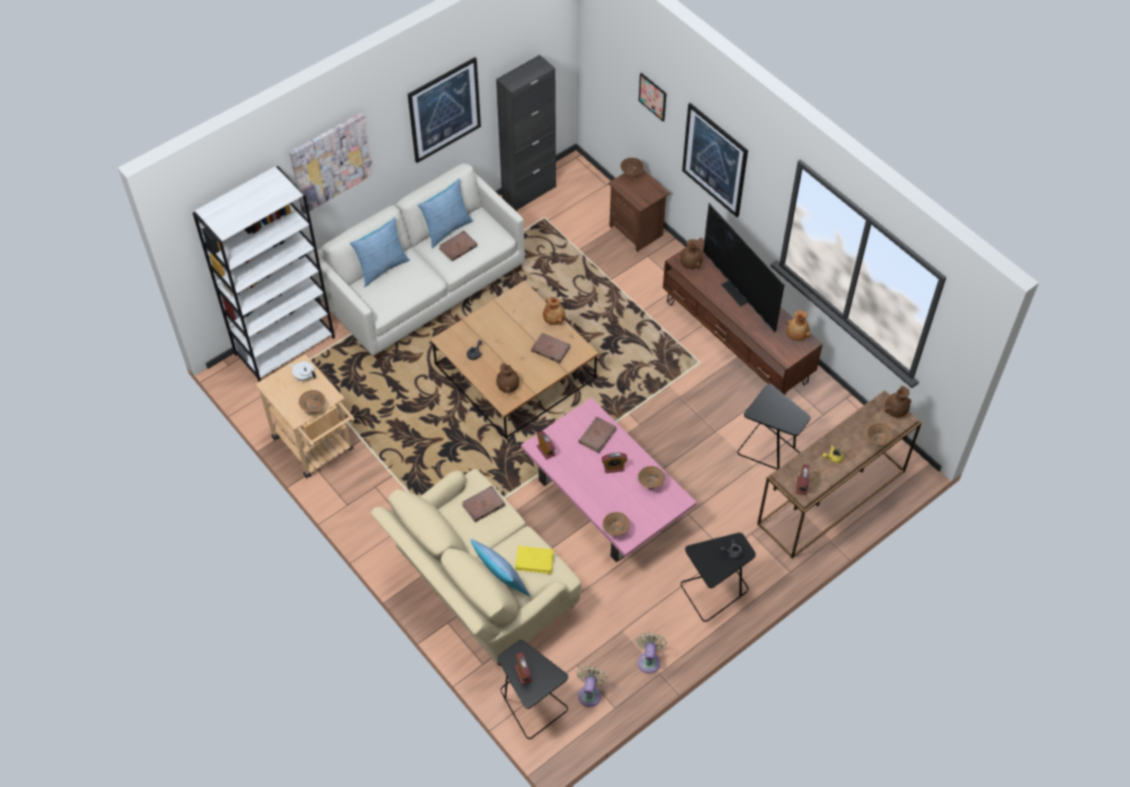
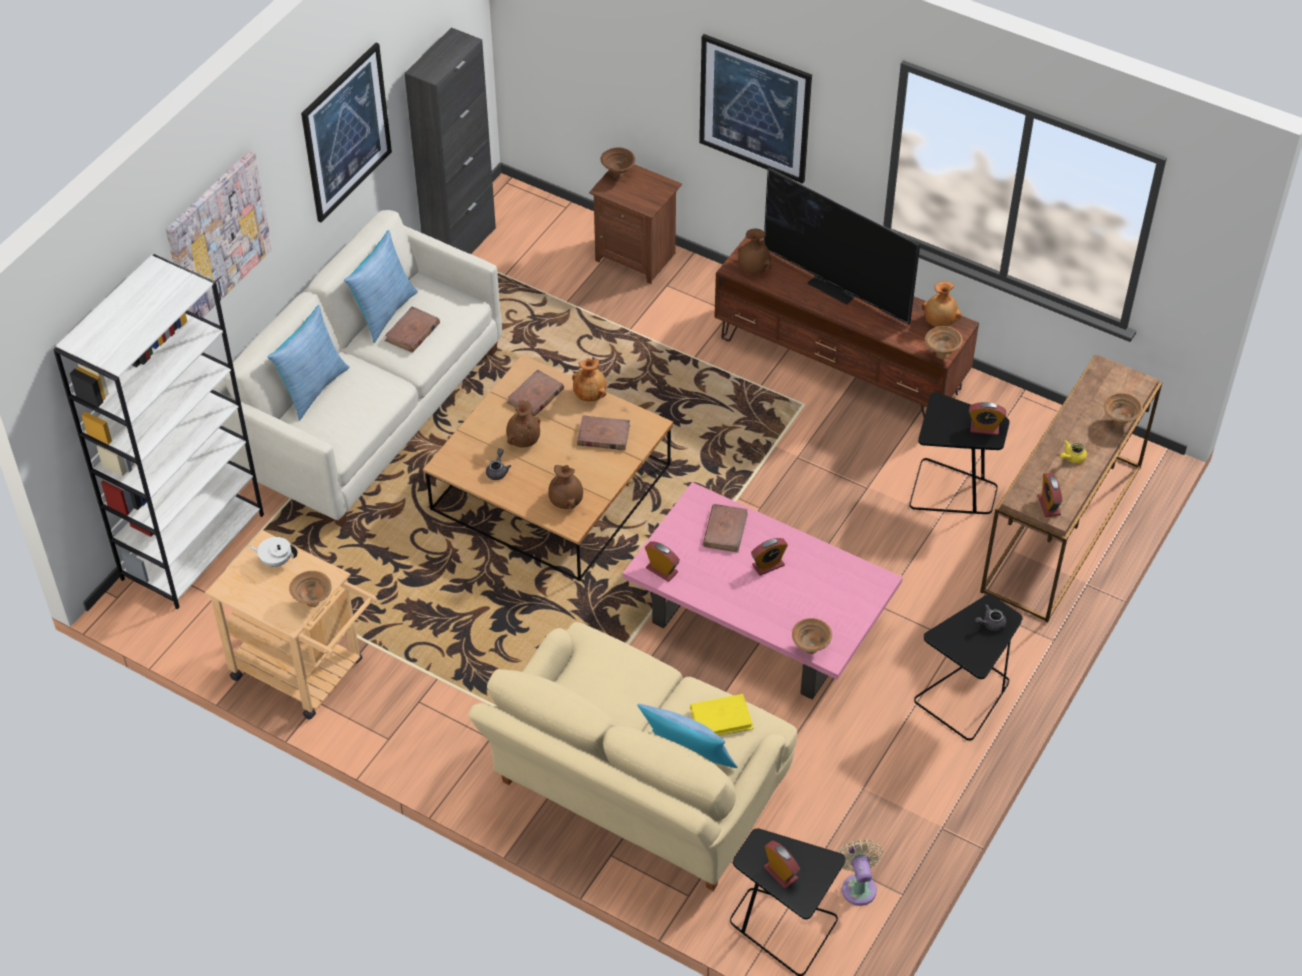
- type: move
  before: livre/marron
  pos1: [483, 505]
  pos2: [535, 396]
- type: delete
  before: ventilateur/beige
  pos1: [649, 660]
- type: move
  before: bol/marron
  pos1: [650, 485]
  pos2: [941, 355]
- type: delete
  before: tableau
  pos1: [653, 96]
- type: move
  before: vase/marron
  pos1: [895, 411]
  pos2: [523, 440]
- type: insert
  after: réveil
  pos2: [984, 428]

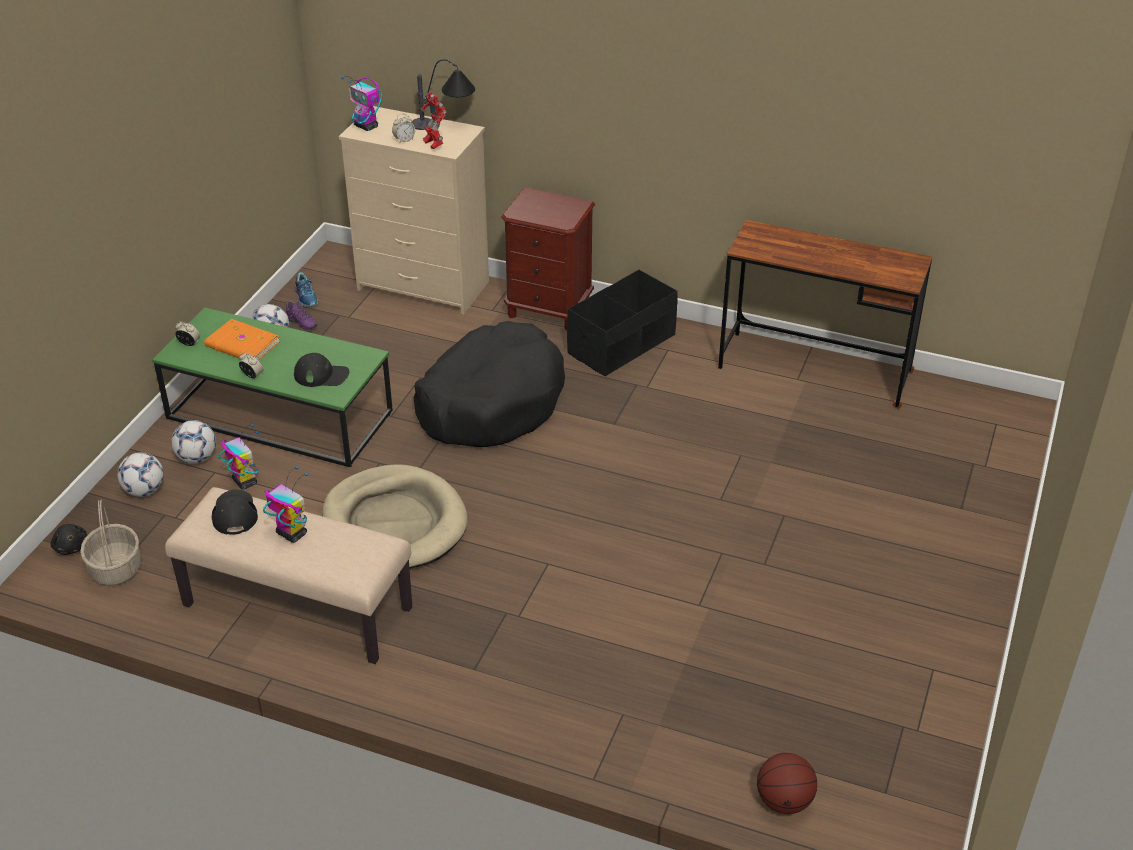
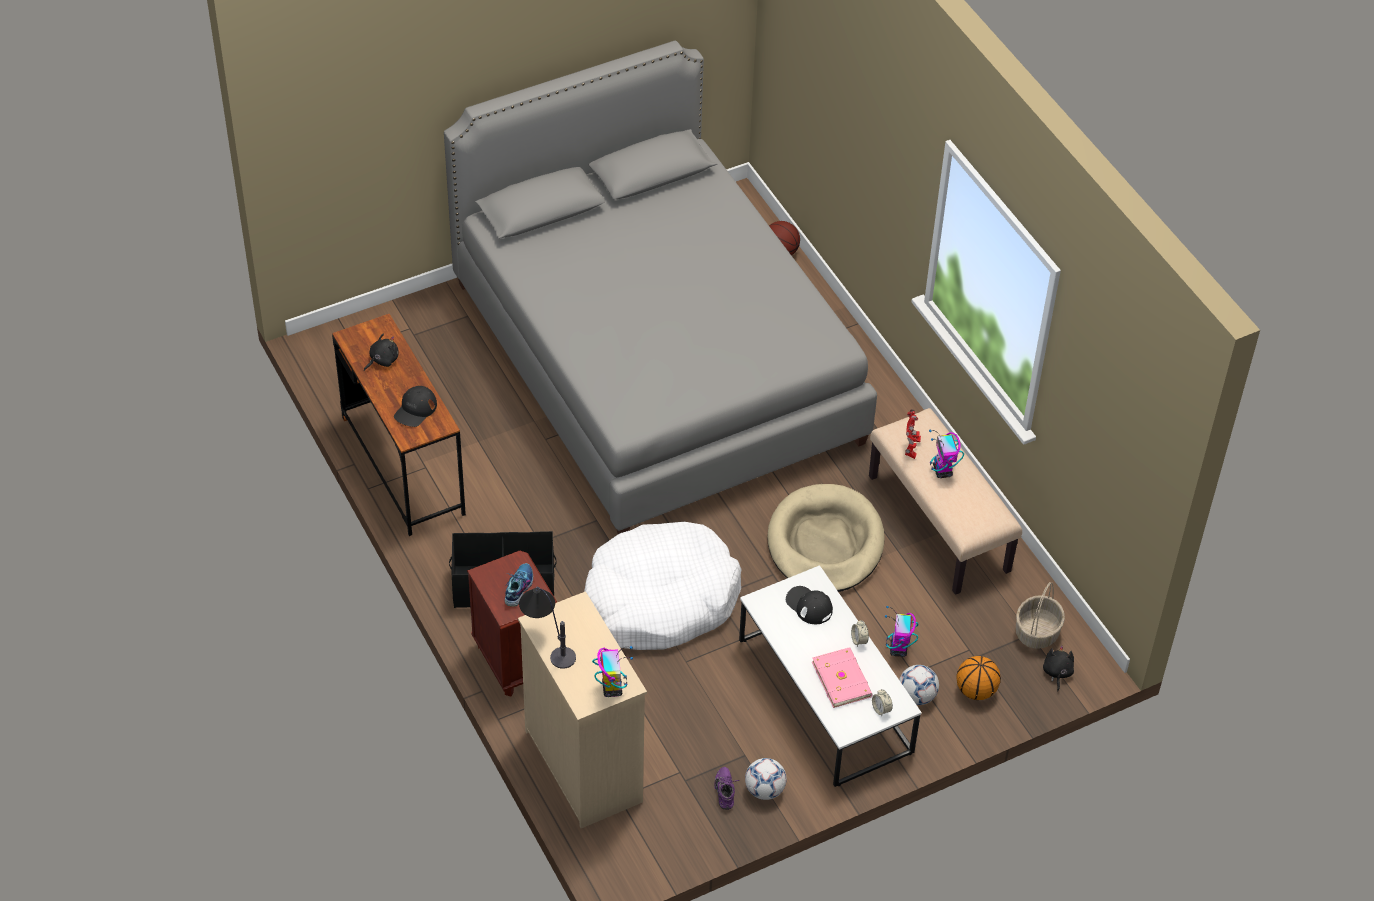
- type: replace
  before: ballon de foot
  after: ballon de basket
  pos1: [144, 491]
  pos2: [975, 690]
- type: recolor
  before: table basse/vert
  after: table basse/blanc
  pos1: [280, 415]
  pos2: [824, 696]
- type: recolor
  before: livre/orange
  after: livre/rose
  pos1: [242, 345]
  pos2: [842, 679]
- type: move
  before: casquette/noir
  pos1: [234, 513]
  pos2: [415, 409]
- type: move
  before: chaussure
  pos1: [307, 297]
  pos2: [518, 587]
- type: delete
  before: réveil
  pos1: [404, 140]
- type: recolor
  before: panier pour chien/noir
  after: panier pour chien/blanc
  pos1: [491, 402]
  pos2: [660, 599]
- type: move
  before: robot jouet
  pos1: [433, 145]
  pos2: [911, 449]
- type: insert
  after: peluche/noir
  pos2: [382, 360]
- type: insert
  after: lit/gris
  pos2: [656, 362]

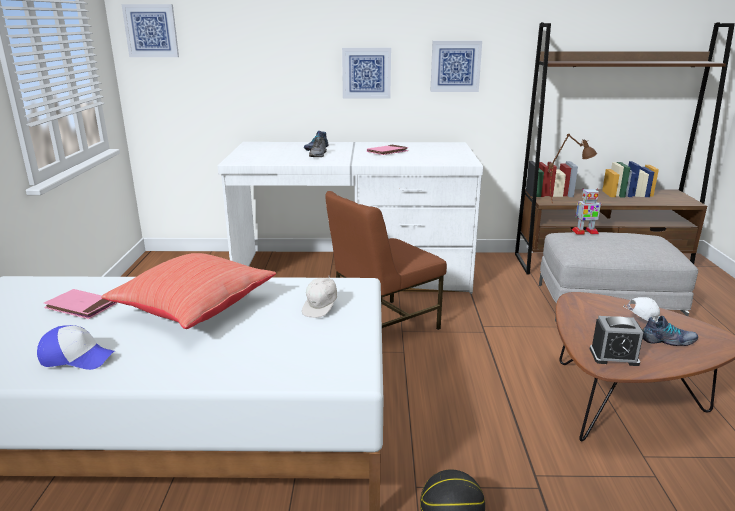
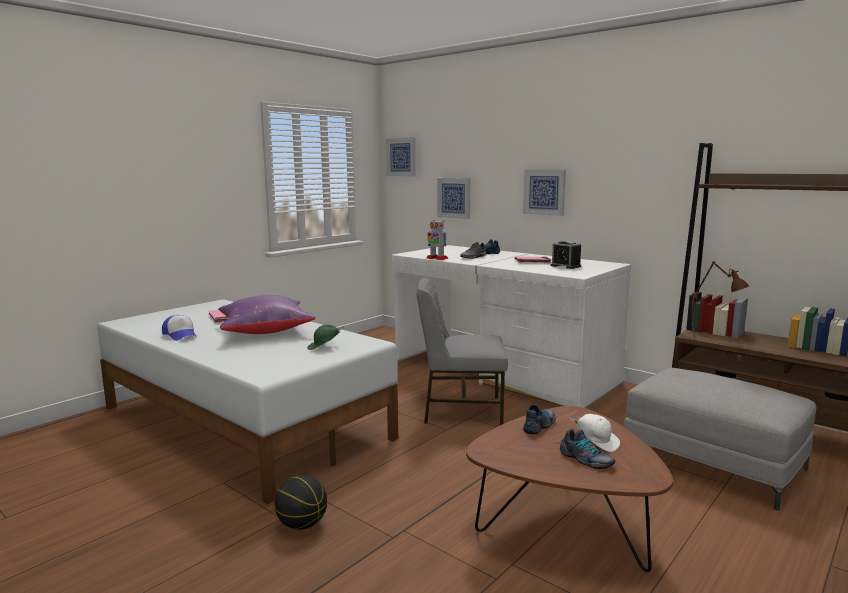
- type: recolor
  before: coussin/rouge
  after: coussin/violet
  pos1: [194, 308]
  pos2: [265, 331]
- type: recolor
  before: casquette/blanc
  after: casquette/vert
  pos1: [321, 308]
  pos2: [324, 347]
- type: recolor
  before: chaise/marron
  after: chaise/gris
  pos1: [383, 326]
  pos2: [461, 410]
- type: move
  before: tableau
  pos1: [455, 66]
  pos2: [454, 198]
- type: move
  before: robot jouet
  pos1: [584, 232]
  pos2: [436, 258]
- type: move
  before: réveil
  pos1: [614, 356]
  pos2: [565, 266]
- type: insert
  after: chaussure
  pos2: [540, 425]

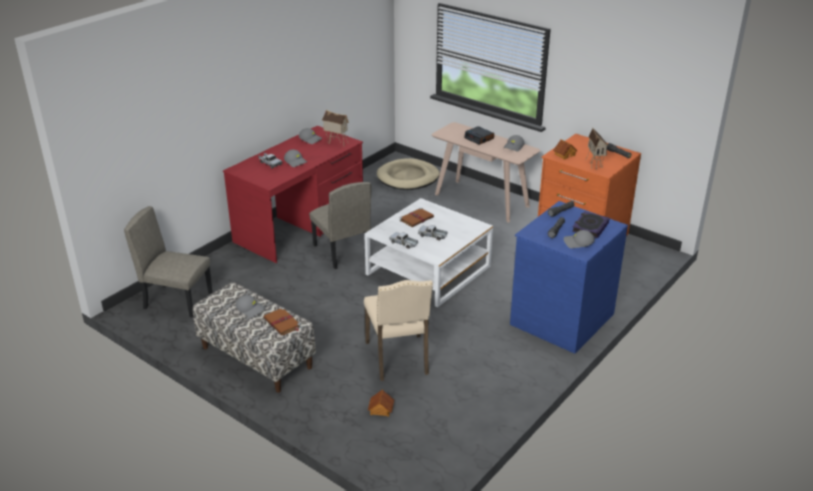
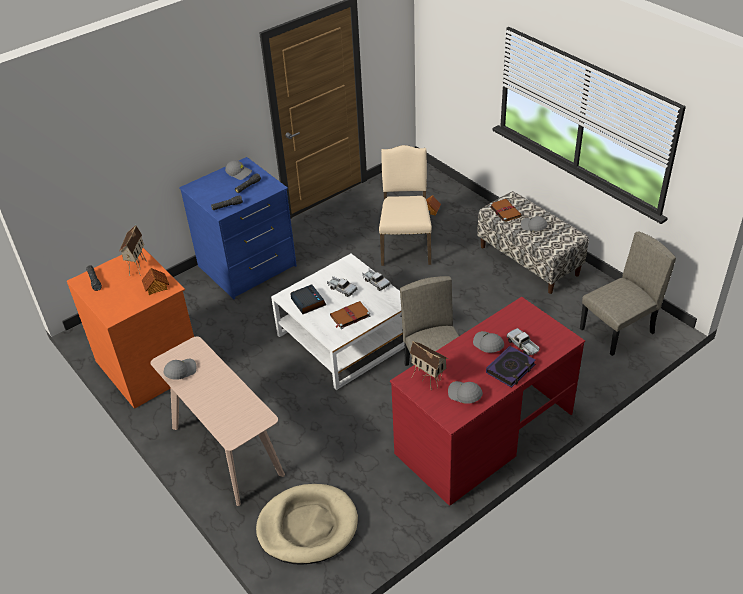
- type: rotate
  before: chaise/beige
  pos1: [178, 300]
  pos2: [617, 331]
  turn: -60
- type: move
  before: réveil
  pos1: [479, 138]
  pos2: [308, 302]
- type: move
  before: livre
  pos1: [590, 227]
  pos2: [510, 369]

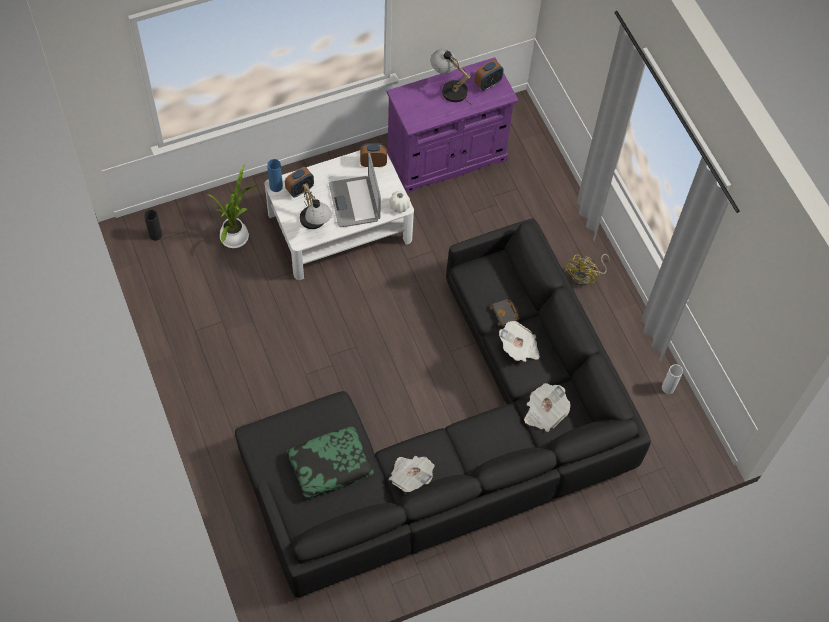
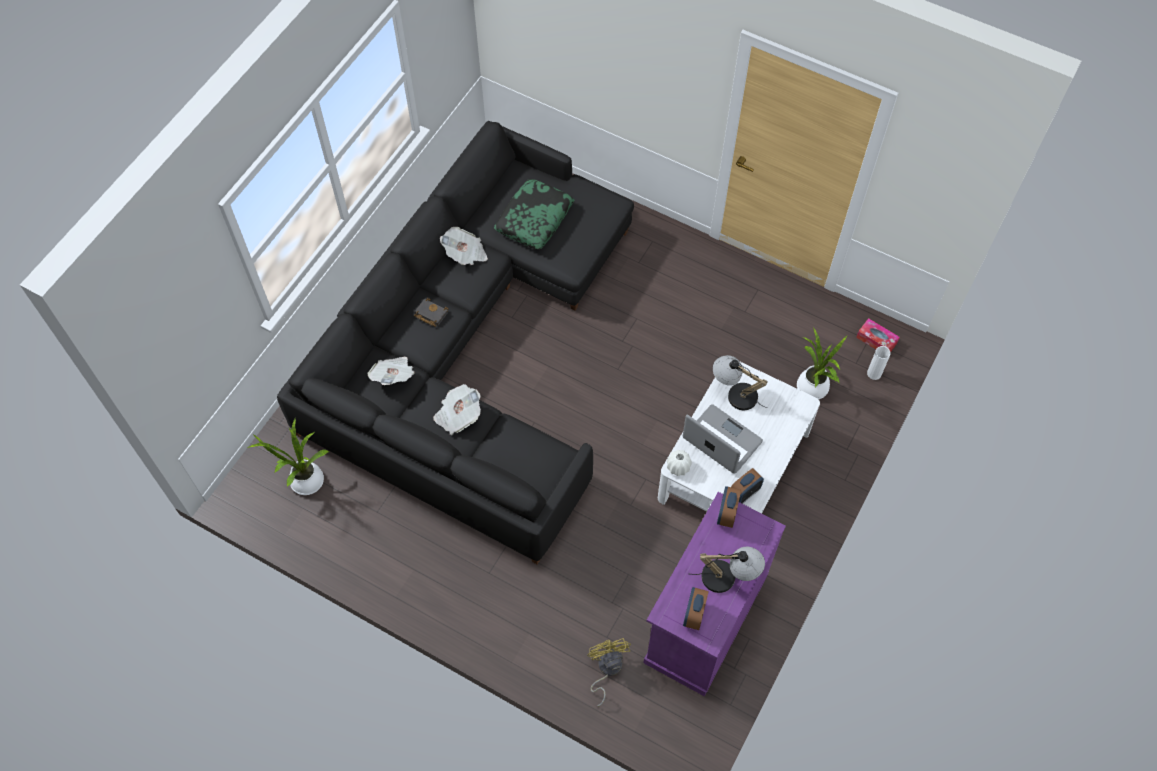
- type: replace
  before: vase/noir
  after: boîte à mouchoirs
  pos1: [155, 235]
  pos2: [876, 340]
- type: delete
  before: vase/bleu
  pos1: [276, 186]
- type: move
  before: réveil
  pos1: [300, 190]
  pos2: [727, 514]
- type: move
  before: livre/noir
  pos1: [505, 314]
  pos2: [430, 314]
- type: move
  before: ventilateur/jaune
  pos1: [585, 276]
  pos2: [607, 669]
- type: move
  before: vase/blanc
  pos1: [668, 387]
  pos2: [874, 373]
- type: insert
  after: plante en pot
  pos2: [304, 481]

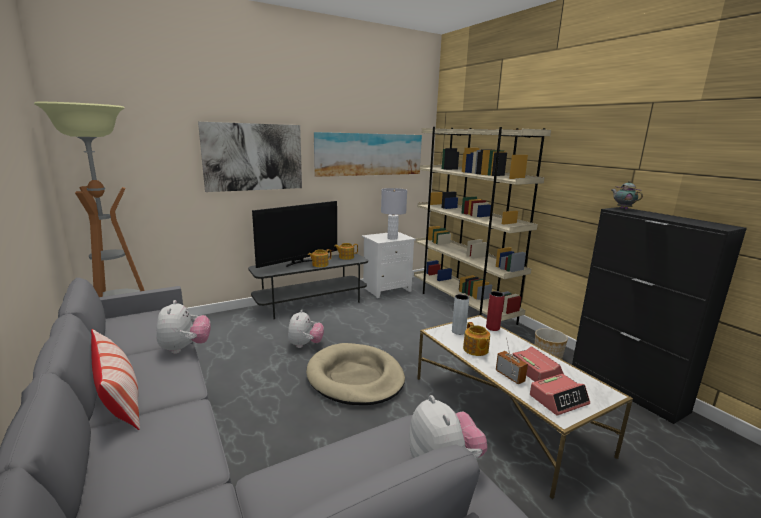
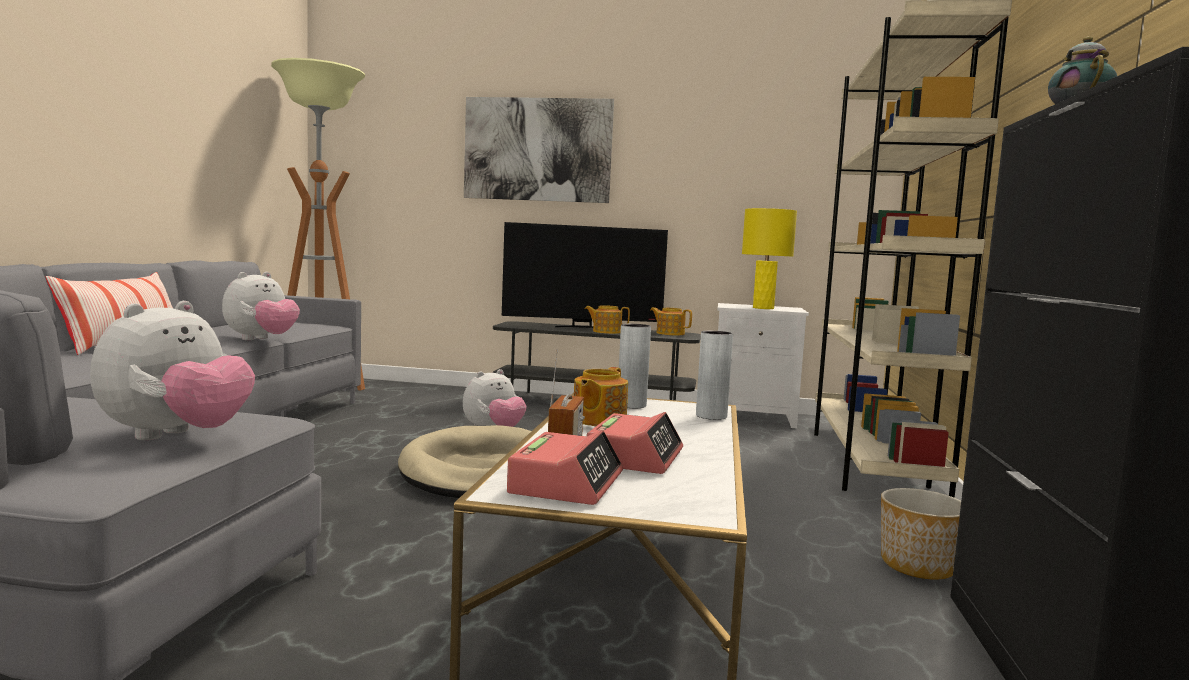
- type: delete
  before: tableau
  pos1: [369, 154]
- type: recolor
  before: lampe de table/gris
  after: lampe de table/jaune
  pos1: [392, 238]
  pos2: [763, 308]
- type: recolor
  before: vase/rouge
  after: vase/gris
  pos1: [492, 328]
  pos2: [711, 416]
- type: rotate
  before: réveil
  pos1: [558, 399]
  pos2: [567, 483]
  turn: -90

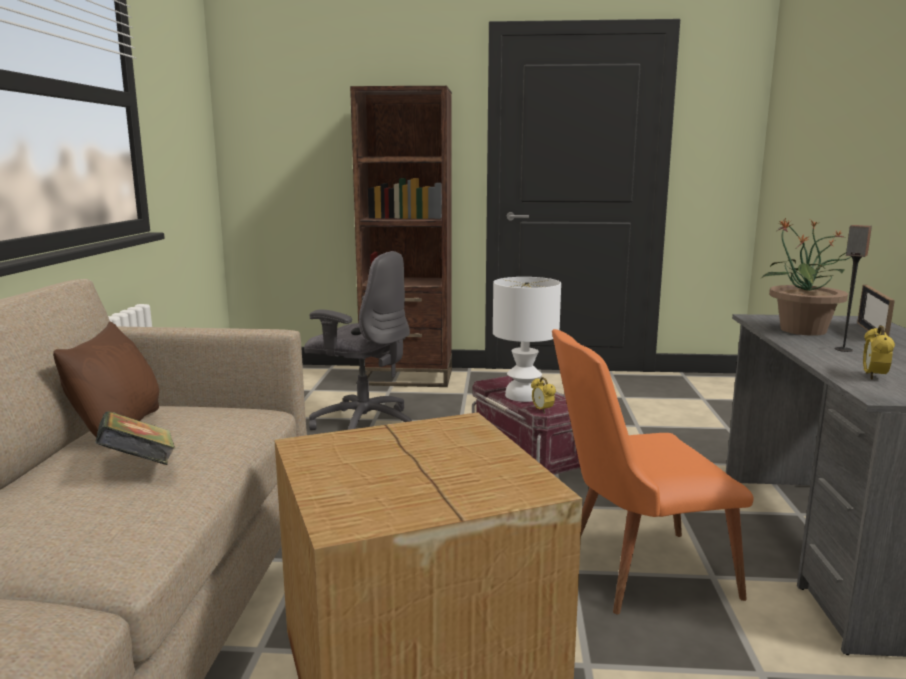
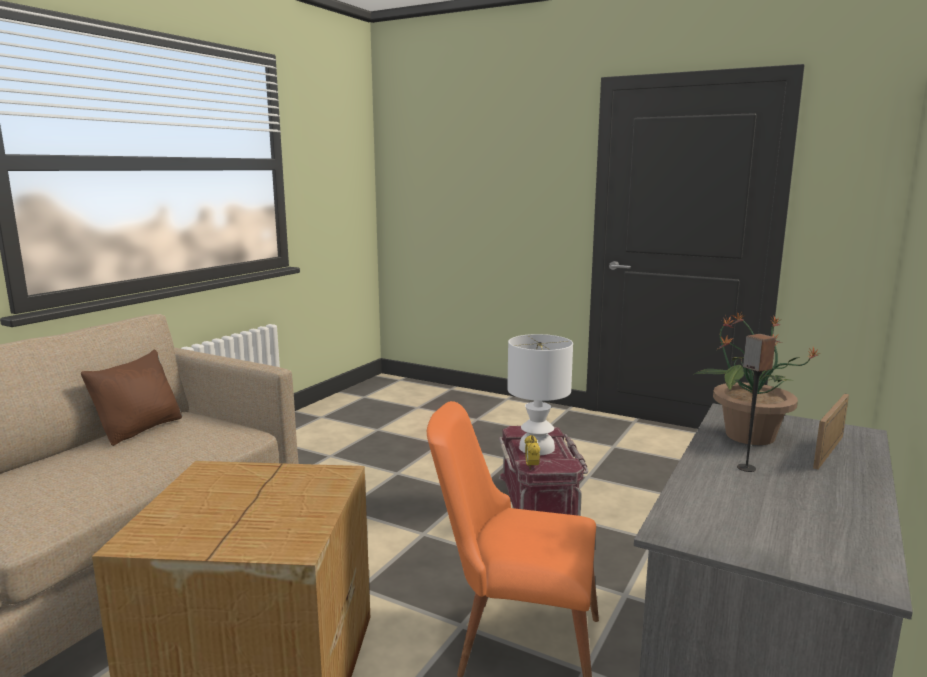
- type: delete
  before: livre
  pos1: [139, 467]
- type: delete
  before: chaise de bureau/gris
  pos1: [363, 424]
- type: delete
  before: bibliothèque/marron
  pos1: [407, 377]
- type: delete
  before: réveil
  pos1: [873, 377]

